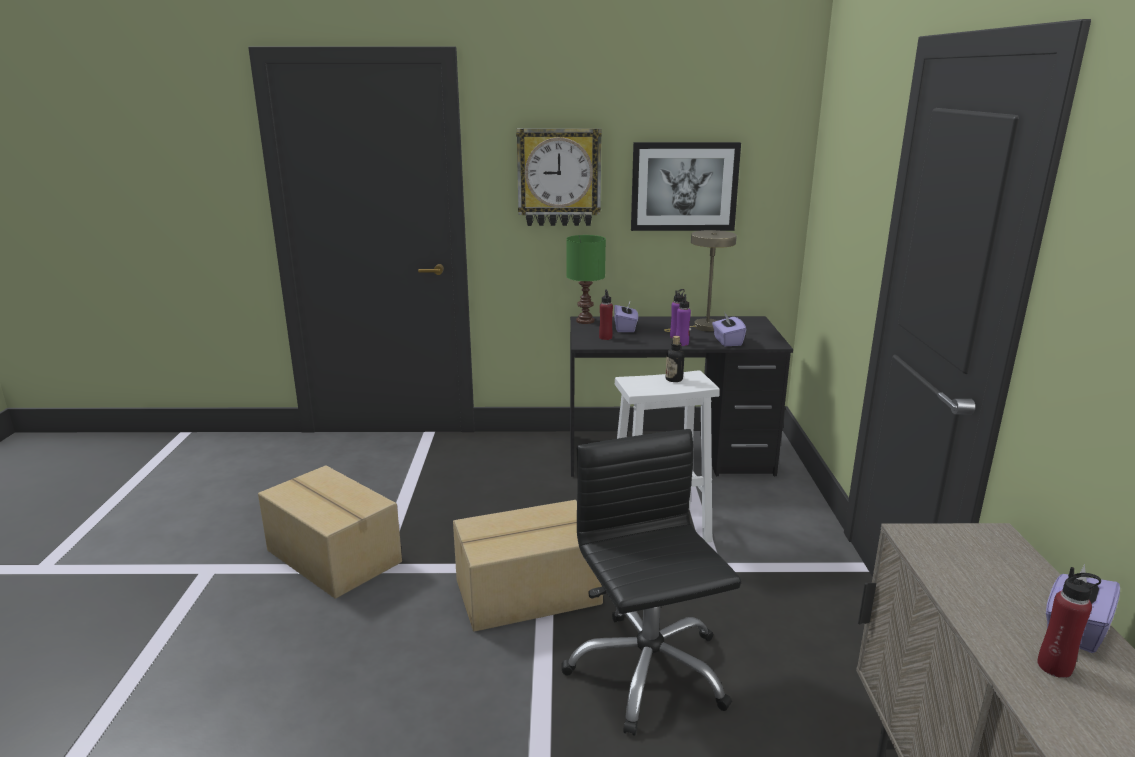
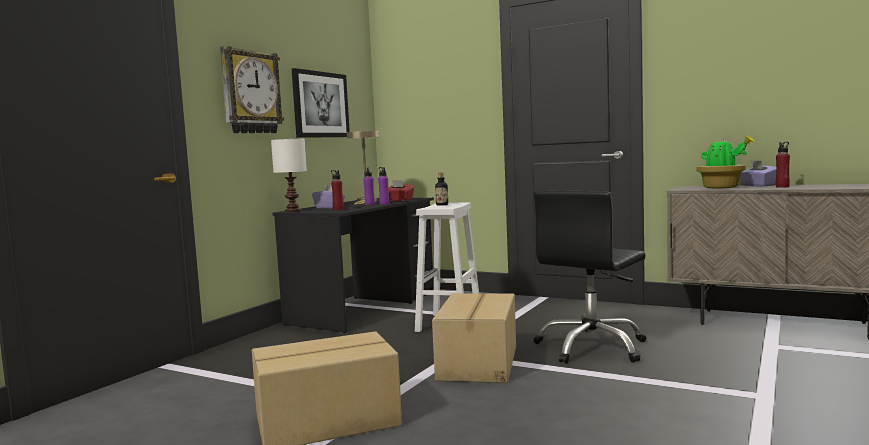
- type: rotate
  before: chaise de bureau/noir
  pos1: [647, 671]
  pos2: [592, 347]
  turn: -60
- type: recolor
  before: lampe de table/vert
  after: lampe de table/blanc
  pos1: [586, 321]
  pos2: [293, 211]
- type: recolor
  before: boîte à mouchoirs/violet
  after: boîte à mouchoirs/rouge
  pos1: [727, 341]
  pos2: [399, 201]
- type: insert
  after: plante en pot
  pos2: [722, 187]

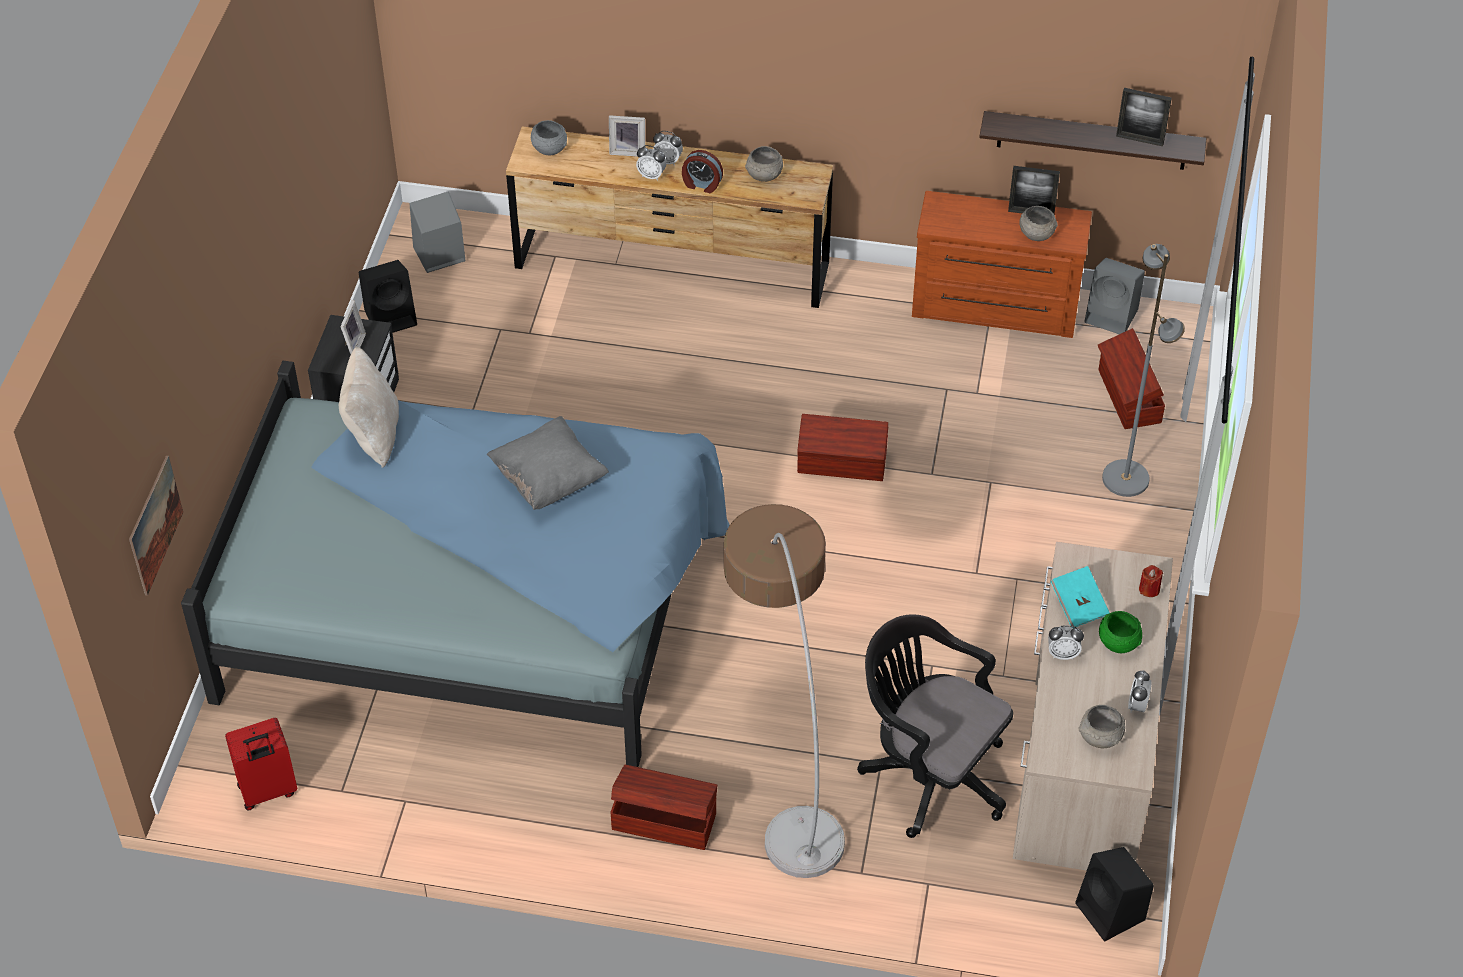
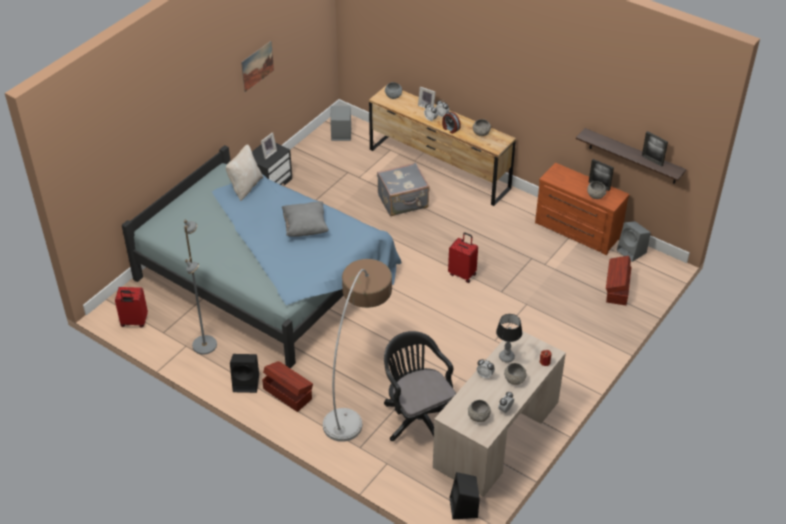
- type: move
  before: tableau
  pos1: [155, 525]
  pos2: [257, 66]
- type: move
  before: enceinte/noir
  pos1: [392, 317]
  pos2: [247, 383]
- type: replace
  before: boîte de rangement/marron
  after: valise/rouge
  pos1: [842, 463]
  pos2: [462, 274]
- type: replace
  before: livre/turquoise
  after: lampe de table
  pos1: [1078, 606]
  pos2: [506, 357]
- type: recolor
  before: bol/vert
  after: bol/gris
  pos1: [1118, 642]
  pos2: [514, 379]
- type: move
  before: lampadaire/gris
  pos1: [1126, 478]
  pos2: [205, 345]
- type: insert
  after: valise/gris
  pos2: [403, 202]

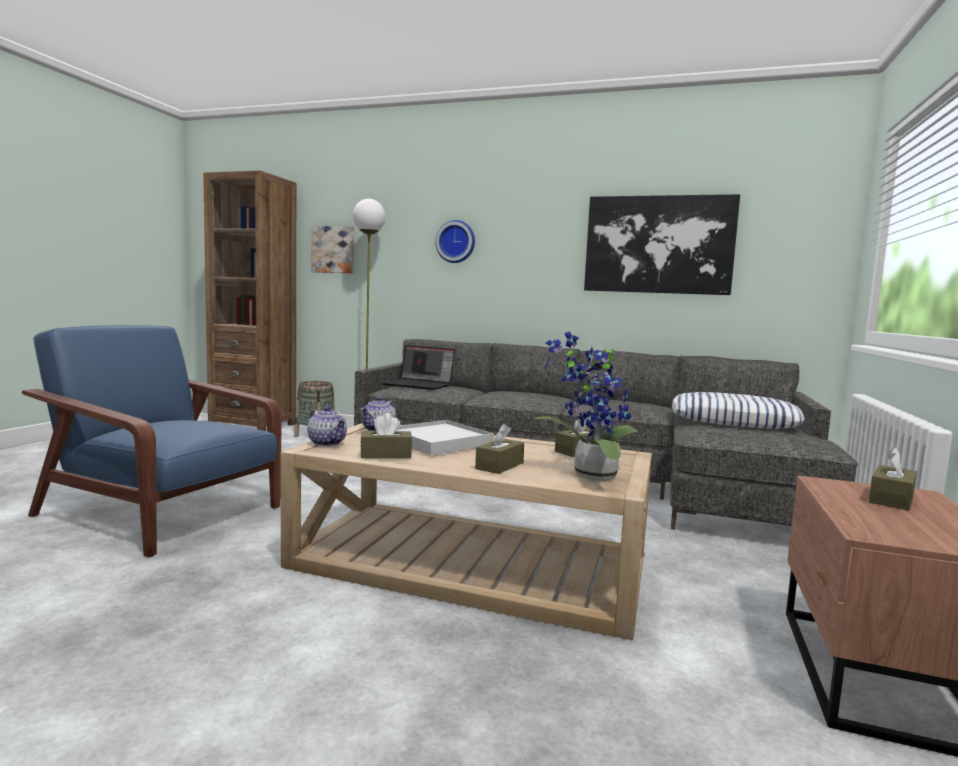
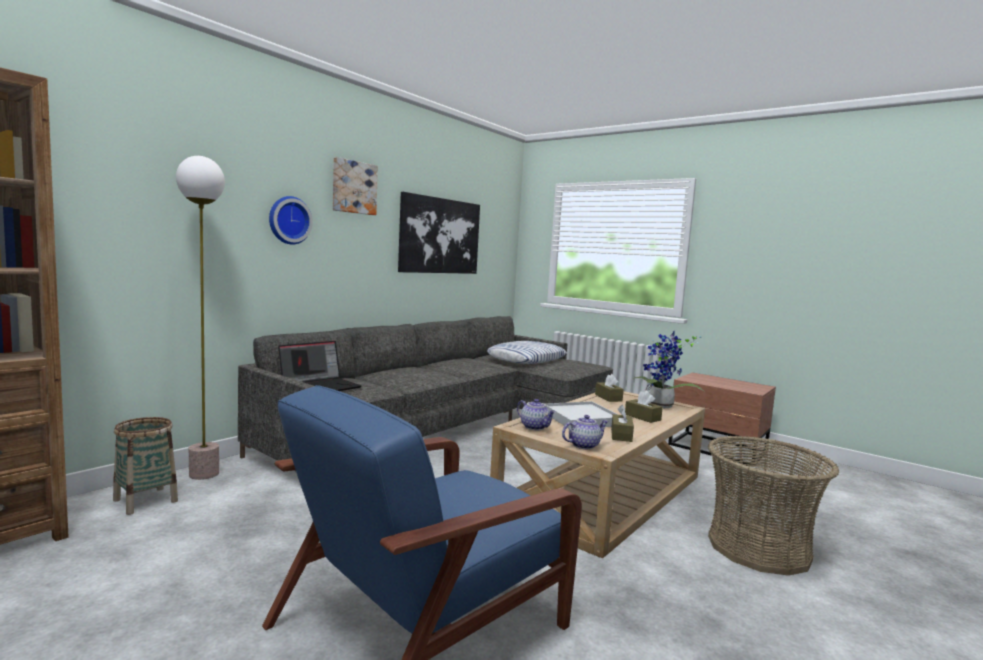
- type: move
  before: tableau
  pos1: [334, 249]
  pos2: [353, 187]
- type: delete
  before: boîte à mouchoirs/marron
  pos1: [891, 499]
- type: insert
  after: panier
  pos2: [758, 548]

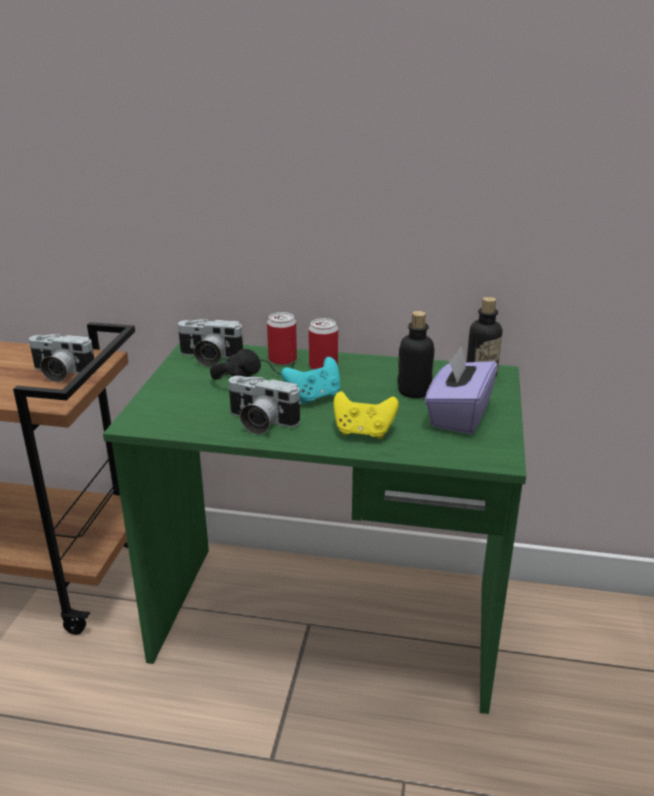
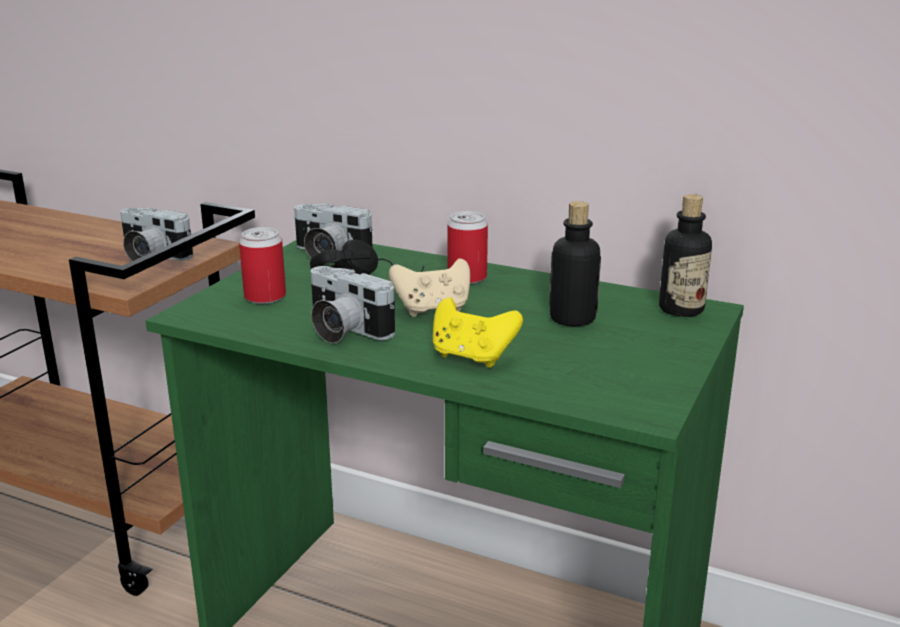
- type: move
  before: boîte métallique
  pos1: [282, 360]
  pos2: [265, 297]
- type: recolor
  before: manette/turquoise
  after: manette/beige
  pos1: [314, 396]
  pos2: [433, 310]
- type: delete
  before: boîte à mouchoirs/violet
  pos1: [458, 415]

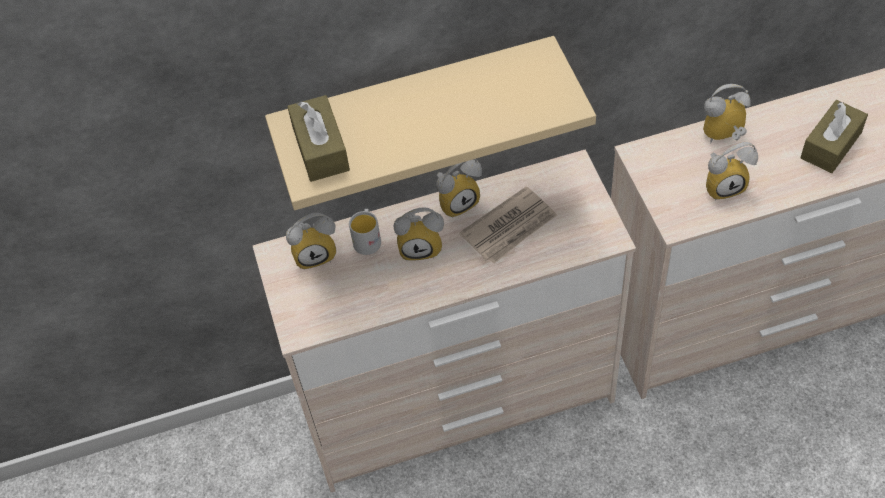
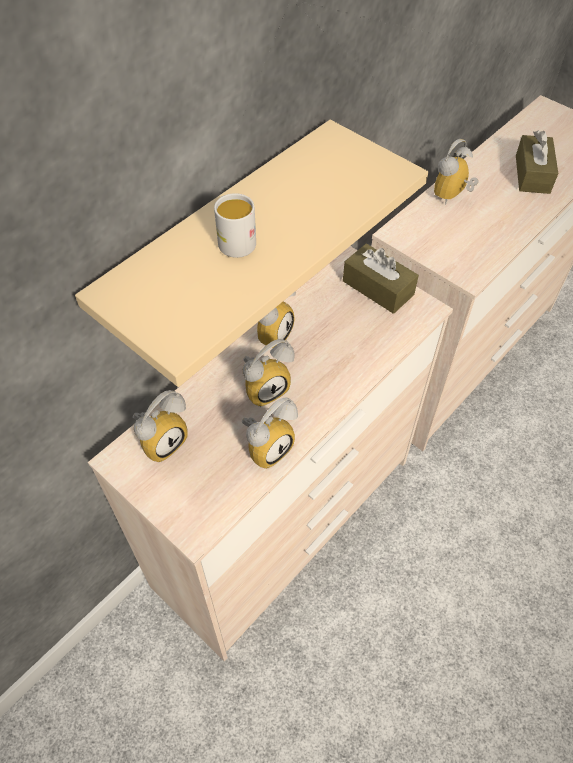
- type: move
  before: boîte à mouchoirs/marron
  pos1: [320, 148]
  pos2: [378, 288]
- type: move
  before: mug/blanc
  pos1: [367, 239]
  pos2: [234, 240]
- type: delete
  before: journal
  pos1: [510, 228]
- type: move
  before: réveil
  pos1: [724, 185]
  pos2: [268, 446]

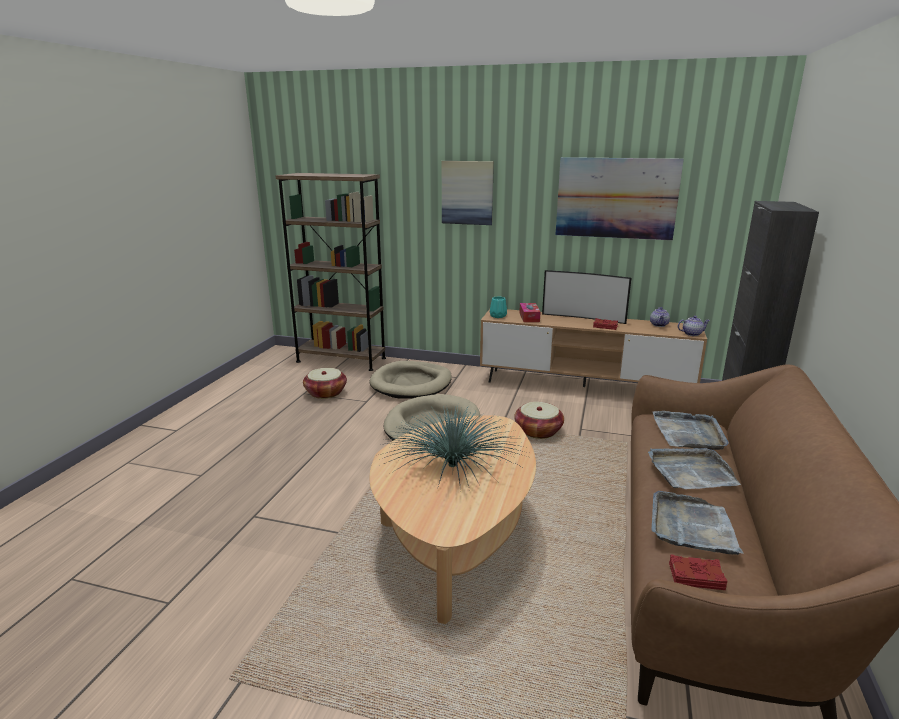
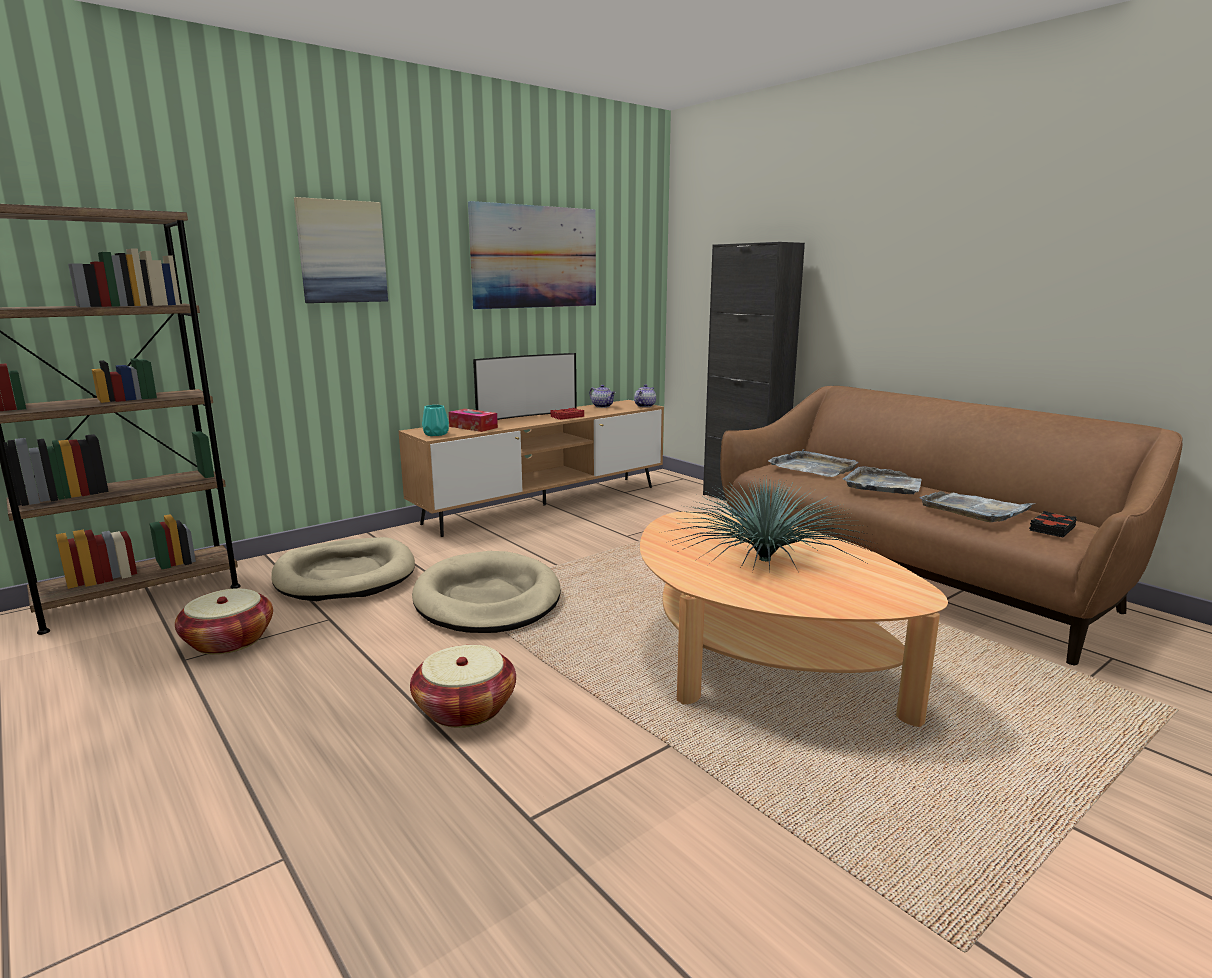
- type: move
  before: panier
  pos1: [538, 431]
  pos2: [465, 708]
- type: recolor
  before: livre/rouge
  after: livre/noir
  pos1: [696, 576]
  pos2: [1051, 528]

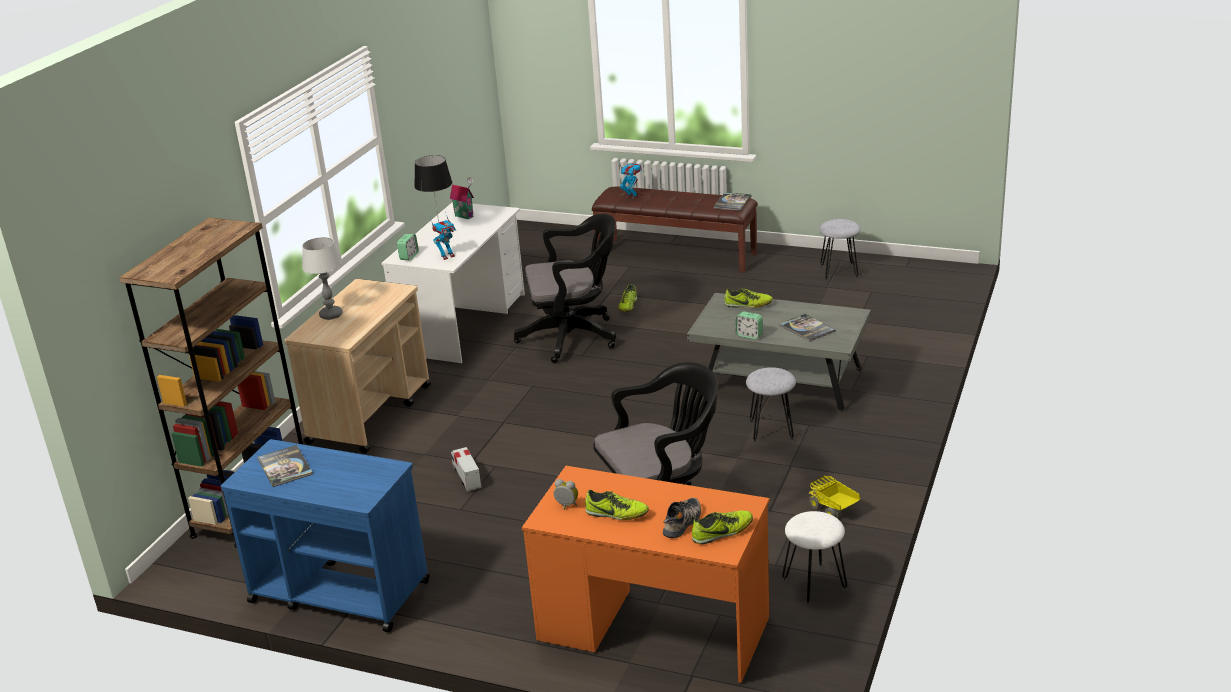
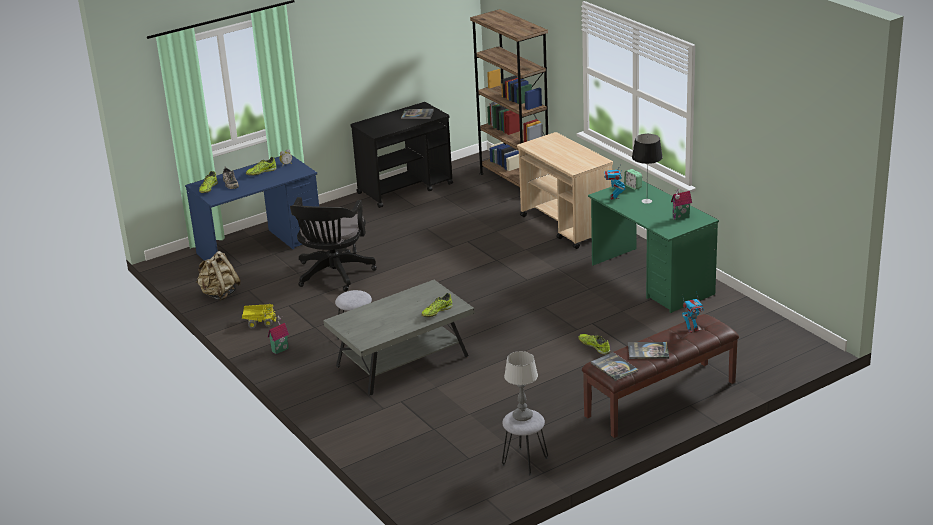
- type: recolor
  before: chariot/bleu
  after: chariot/noir
  pos1: [338, 591]
  pos2: [405, 188]
- type: move
  before: lampe de table
  pos1: [331, 315]
  pos2: [523, 416]
- type: recolor
  before: bureau/blanc
  after: bureau/vert
  pos1: [464, 324]
  pos2: [652, 280]
- type: delete
  before: camion jouet
  pos1: [466, 477]
- type: delete
  before: chaise de bureau/noir
  pos1: [574, 337]
- type: recolor
  before: bureau/orange
  after: bureau/bleu
  pos1: [653, 629]
  pos2: [260, 247]
- type: delete
  before: réveil
  pos1: [749, 335]
- type: move
  before: livre
  pos1: [807, 328]
  pos2: [648, 351]
- type: replace
  before: tabouret/blanc
  after: sac à dos/beige
  pos1: [815, 583]
  pos2: [219, 294]
- type: insert
  after: maison miniature
  pos2: [279, 349]

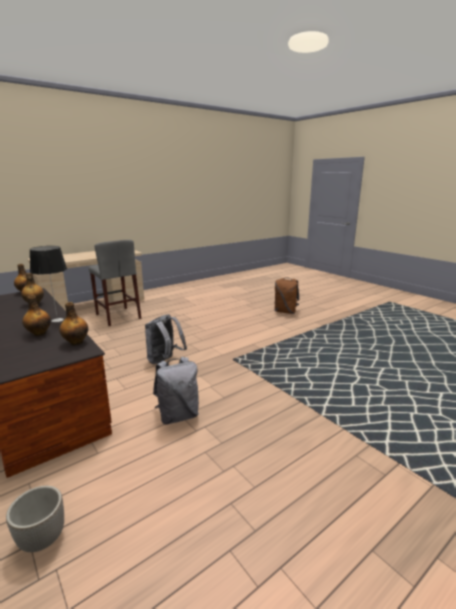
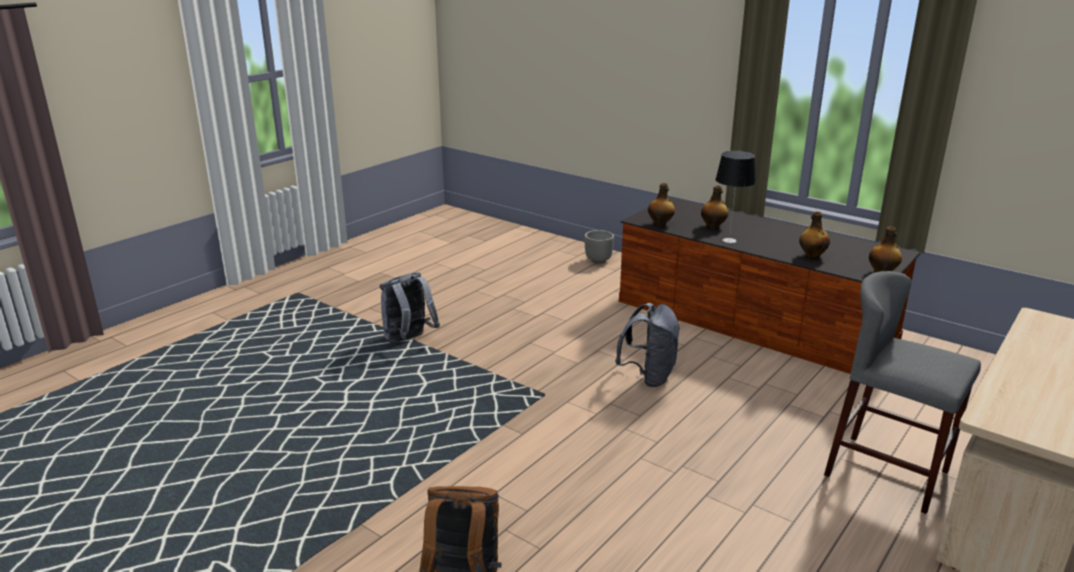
- type: move
  before: sac à dos/gris
  pos1: [178, 415]
  pos2: [408, 340]

